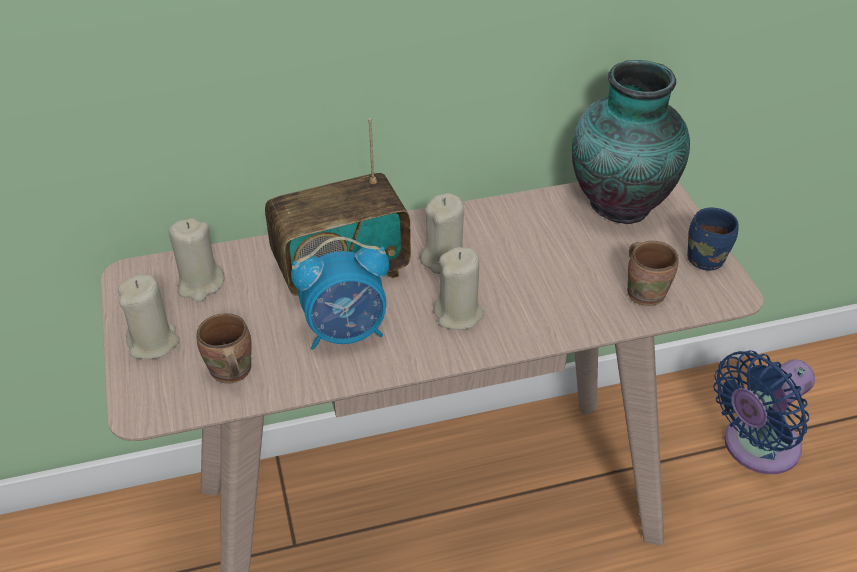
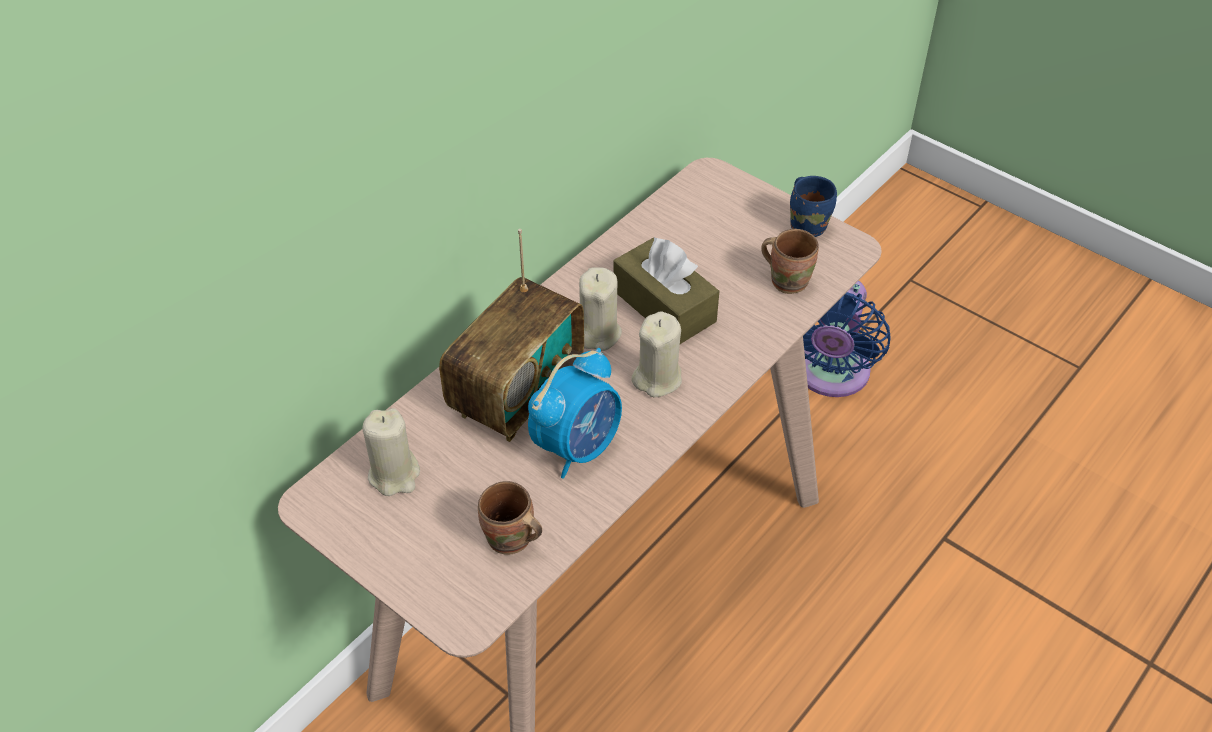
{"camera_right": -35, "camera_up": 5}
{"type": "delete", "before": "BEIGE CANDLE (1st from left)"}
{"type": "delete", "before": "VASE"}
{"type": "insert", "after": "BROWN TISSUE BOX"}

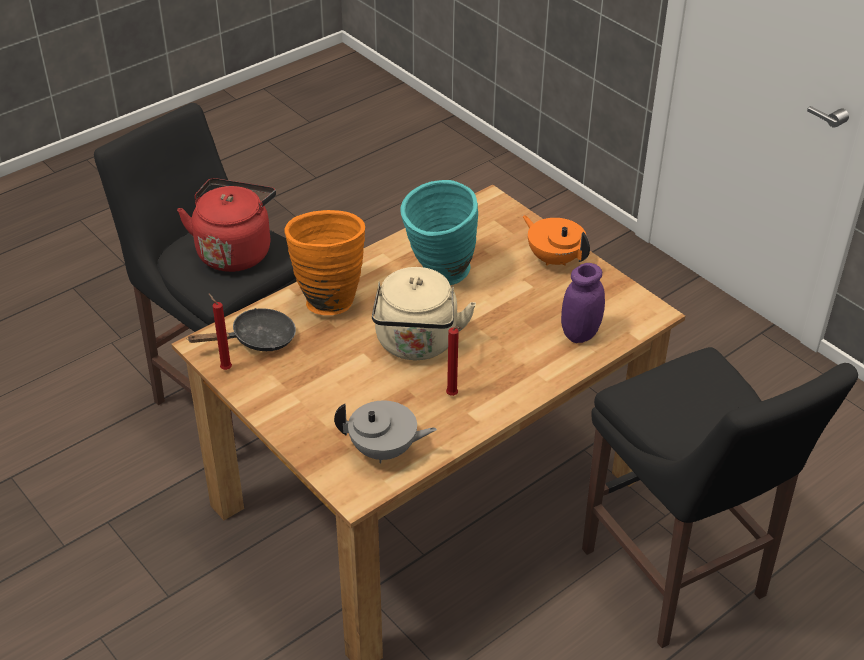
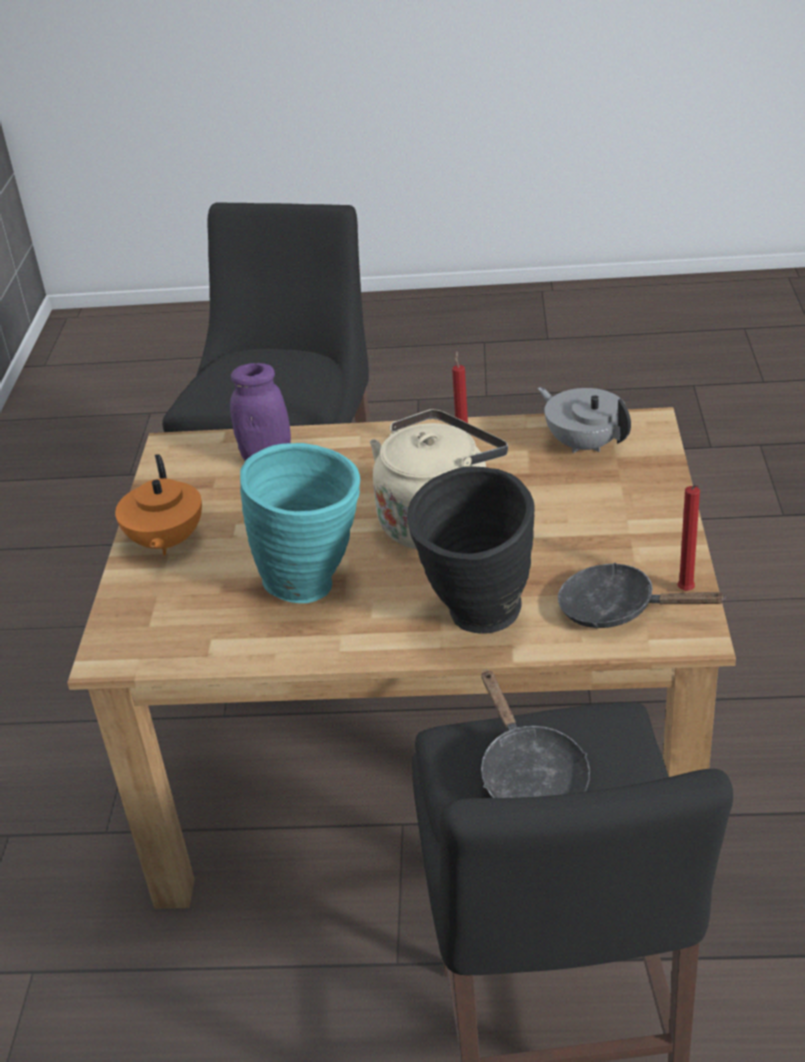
{"camera_right": -135, "camera_up": -5}
{"type": "replace", "before": "RED KETTLE", "after": "BLACK FRYING PAN (1st from left)"}
{"type": "recolor", "before": "ORANGE VASE", "after": "BLACK VASE"}

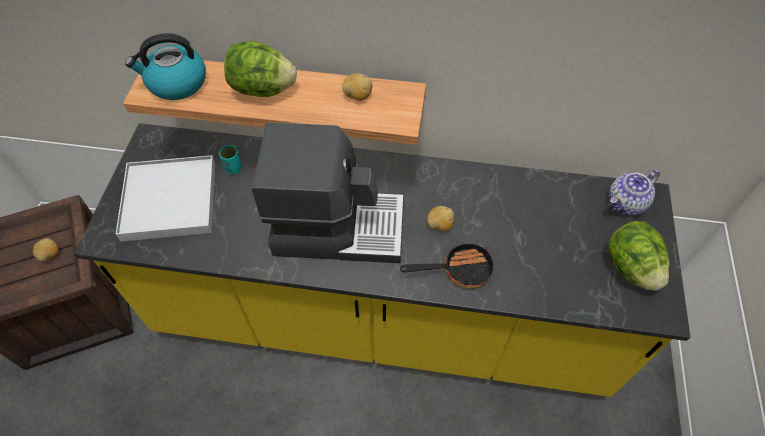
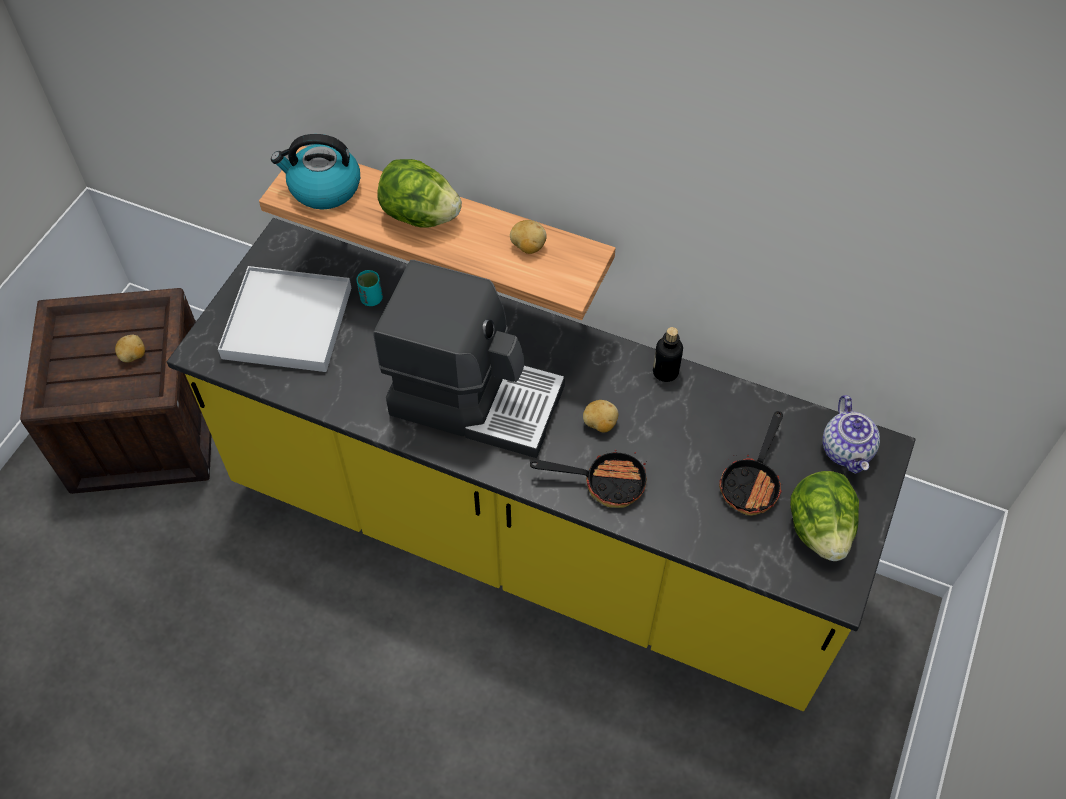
{"camera_right": 15, "camera_up": 0}
{"type": "rotate", "before": "TEAPOT", "turn": -75}
{"type": "insert", "after": "BOTTLE"}
{"type": "insert", "after": "FRYING PAN (2nd from left)"}

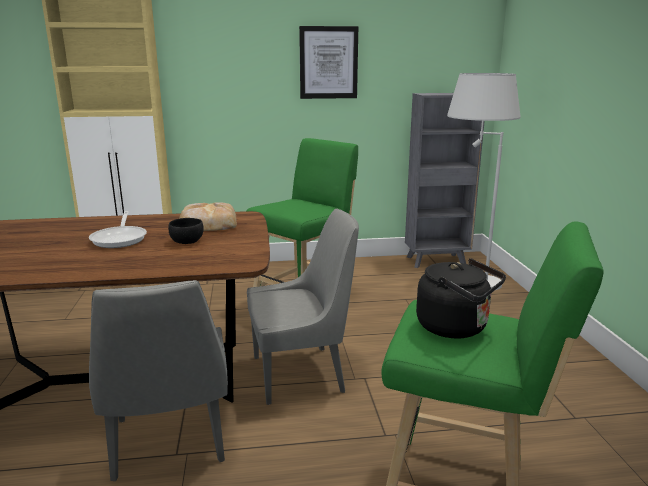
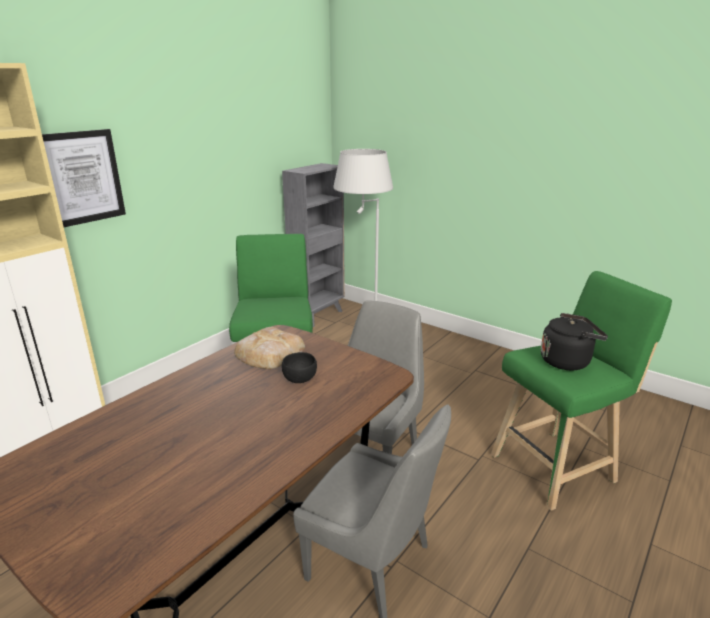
{"camera_right": -45, "camera_up": 5}
{"type": "delete", "before": "FRYING PAN"}
{"type": "move", "before": "PICTURE"}

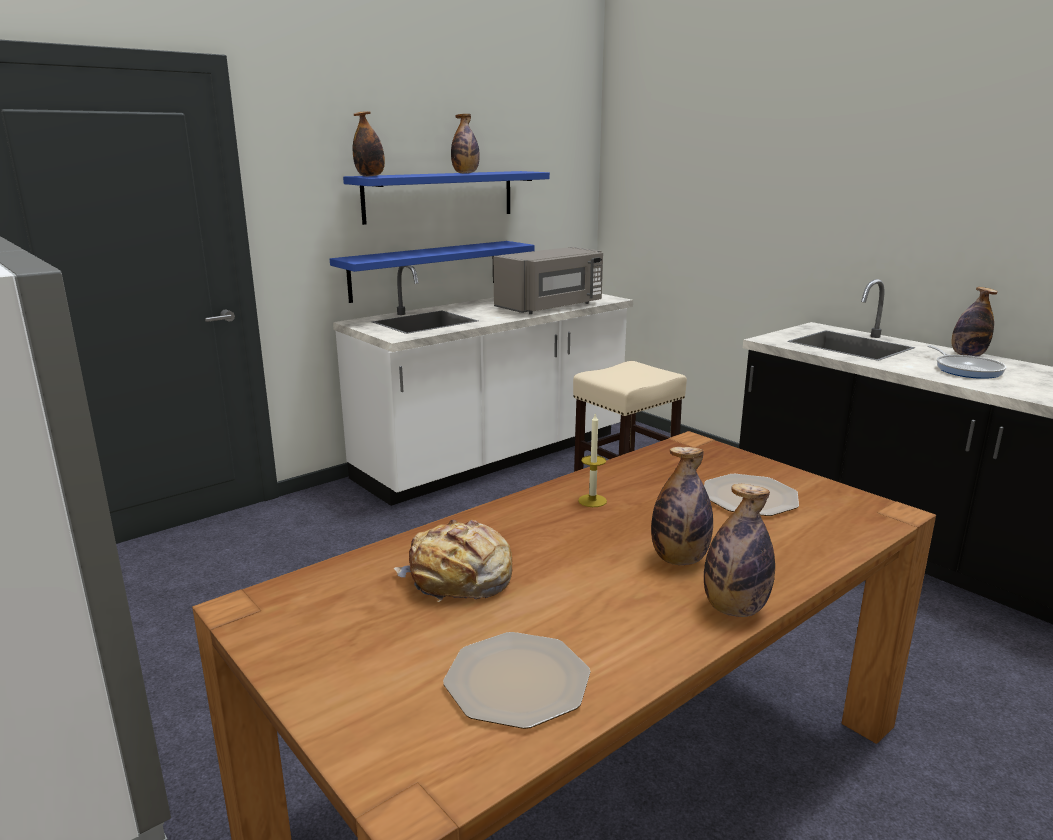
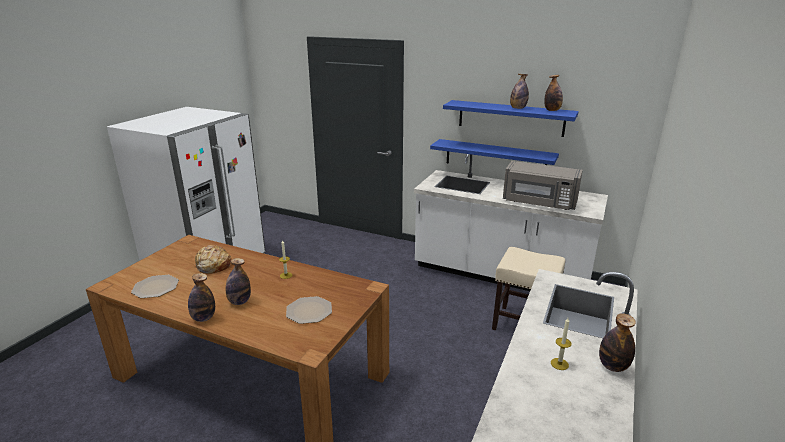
{"camera_right": 65, "camera_up": 5}
{"type": "move", "before": "BOTTLE (1st from left in the first image)", "after": "BOTTLE (4th from left)"}
{"type": "replace", "before": "FRYING PAN", "after": "CANDLE (2nd from left)"}

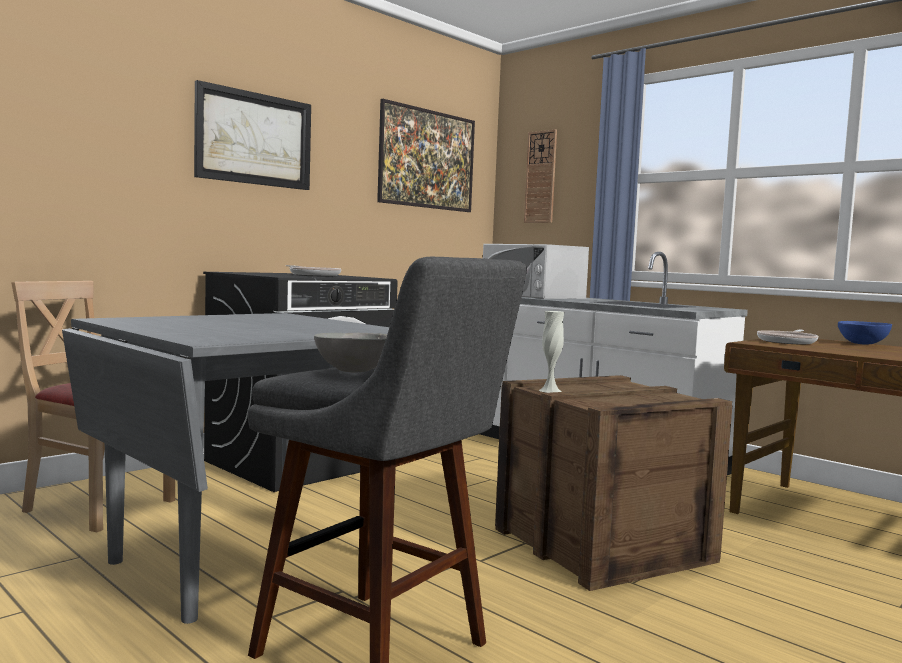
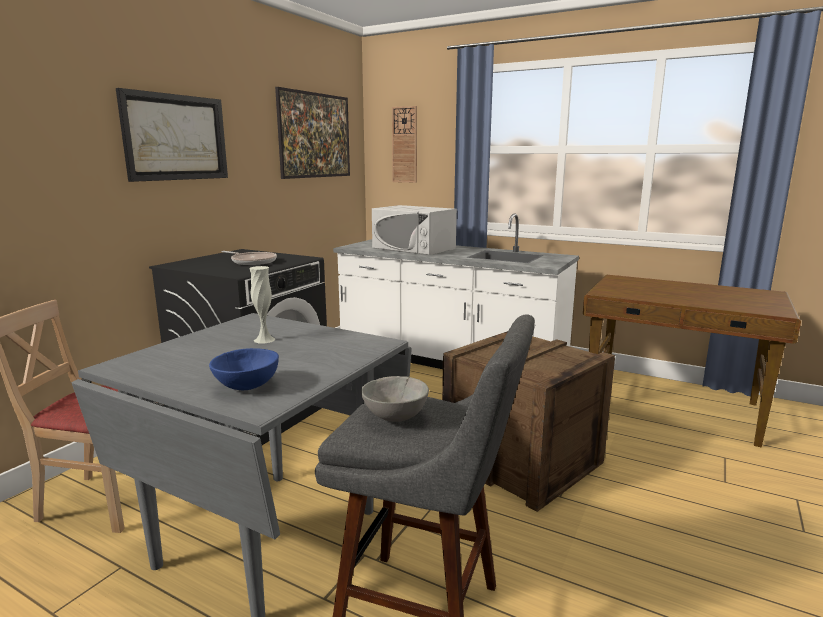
{"camera_right": -15, "camera_up": 10}
{"type": "move", "before": "WHITE VASE"}
{"type": "delete", "before": "FRYING PAN (2nd from left)"}
{"type": "move", "before": "BLUE BOWL"}

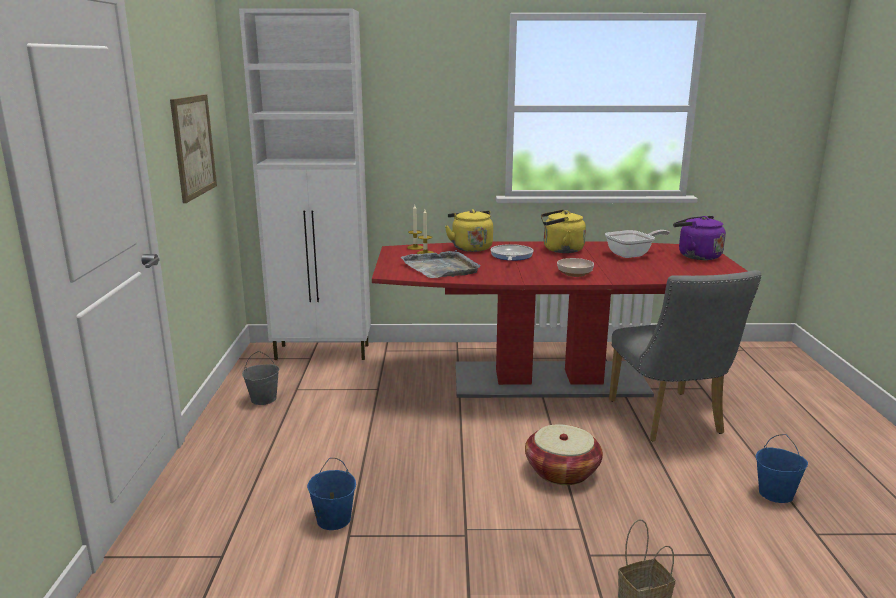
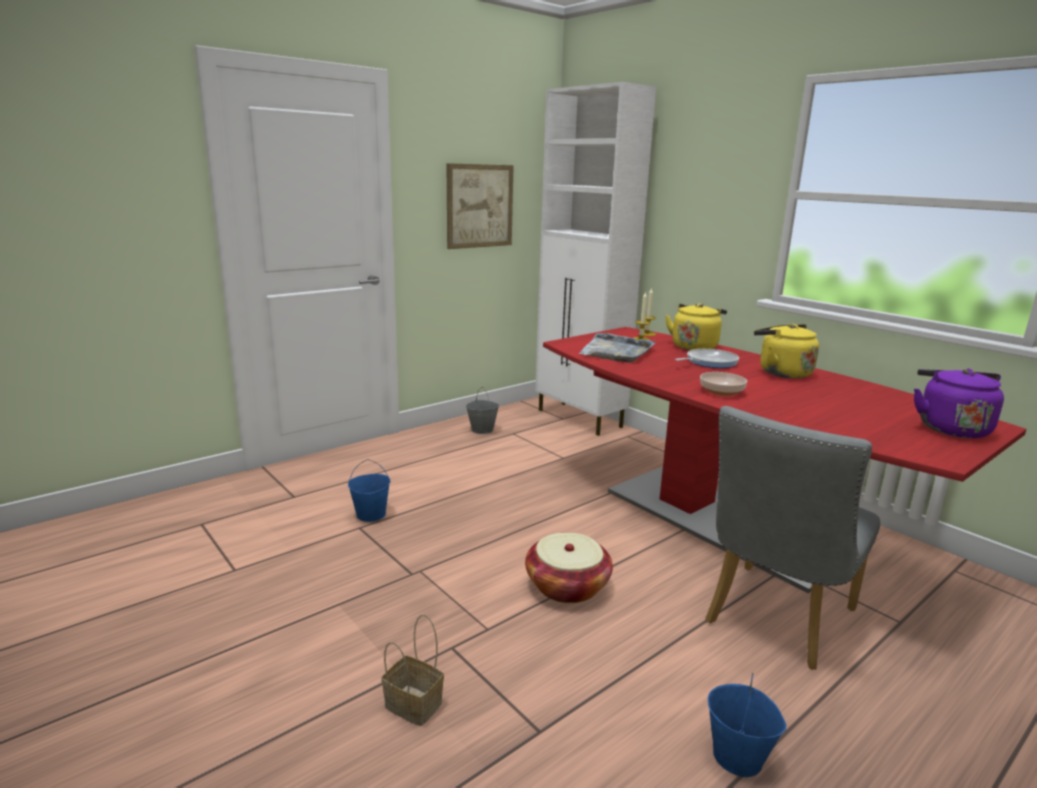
{"camera_right": 50, "camera_up": 0}
{"type": "delete", "before": "FRYING PAN (2nd from left)"}

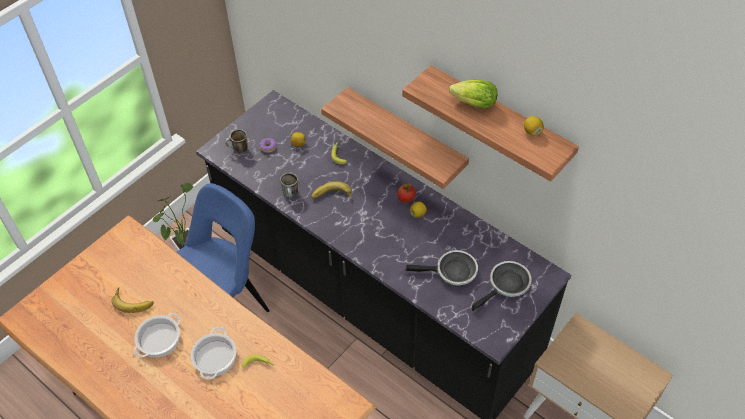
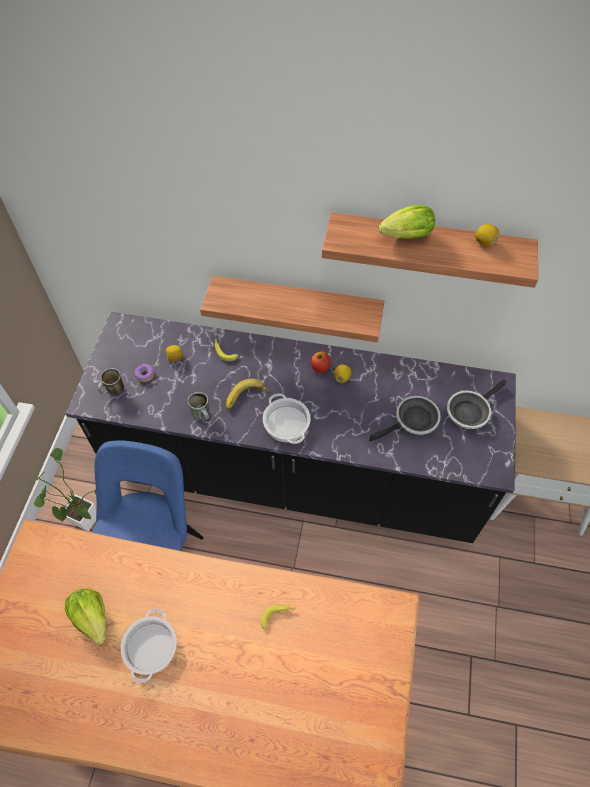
{"camera_right": -30, "camera_up": 5}
{"type": "replace", "before": "BANANA (1st from left)", "after": "LETTUCE (1st from left)"}
{"type": "move", "before": "COOKING POT (2nd from left)"}
{"type": "rotate", "before": "FRYING PAN (2nd from left)", "turn": -150}

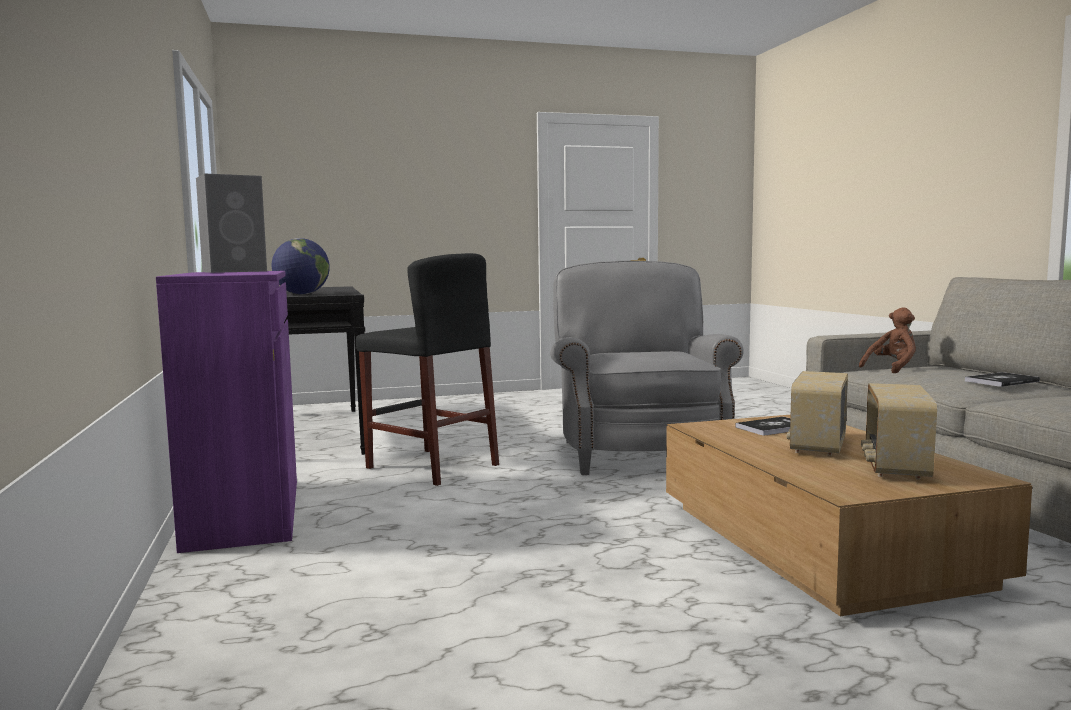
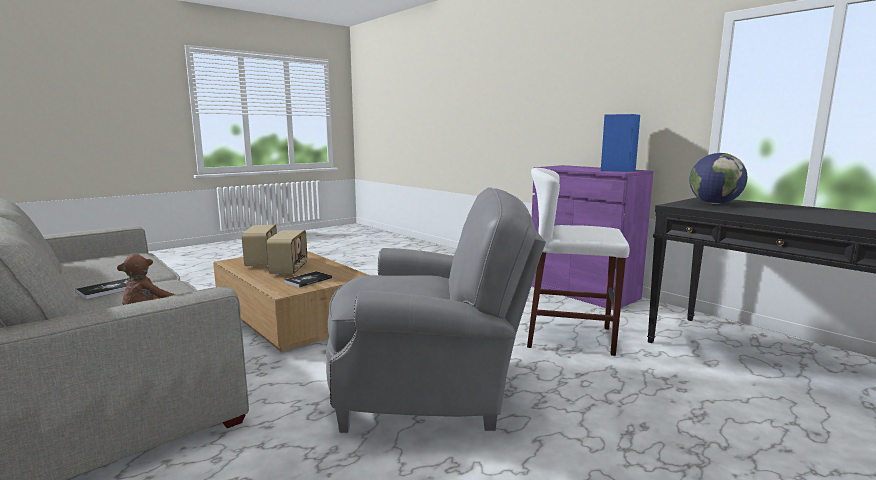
{"camera_right": 155, "camera_up": 5}
{"type": "recolor", "before": "GREY SPEAKER", "after": "BLUE SPEAKER"}
{"type": "recolor", "before": "BLACK STOOL", "after": "WHITE STOOL"}
{"type": "rotate", "before": "GREY ARMCHAIR", "turn": -60}

